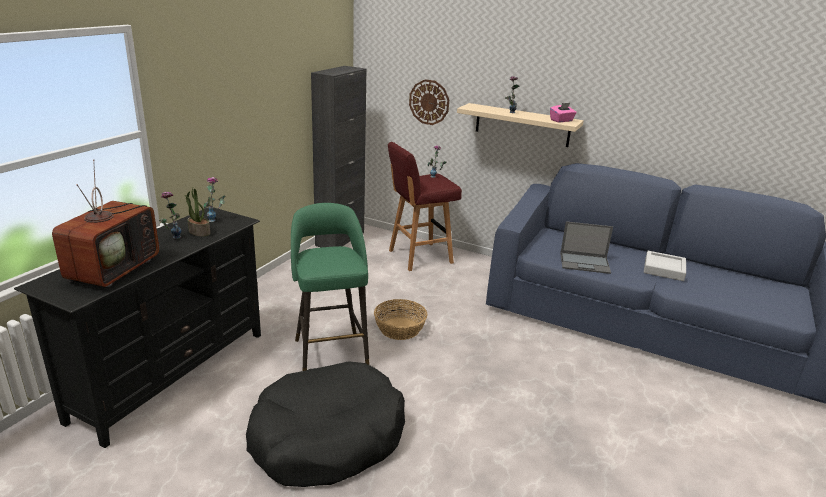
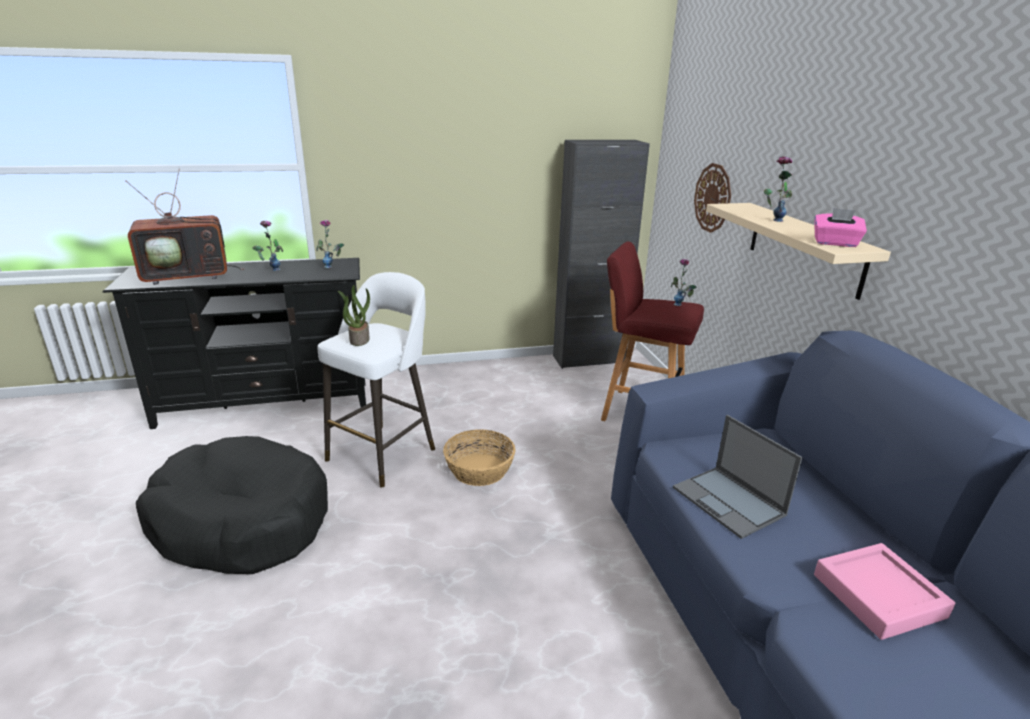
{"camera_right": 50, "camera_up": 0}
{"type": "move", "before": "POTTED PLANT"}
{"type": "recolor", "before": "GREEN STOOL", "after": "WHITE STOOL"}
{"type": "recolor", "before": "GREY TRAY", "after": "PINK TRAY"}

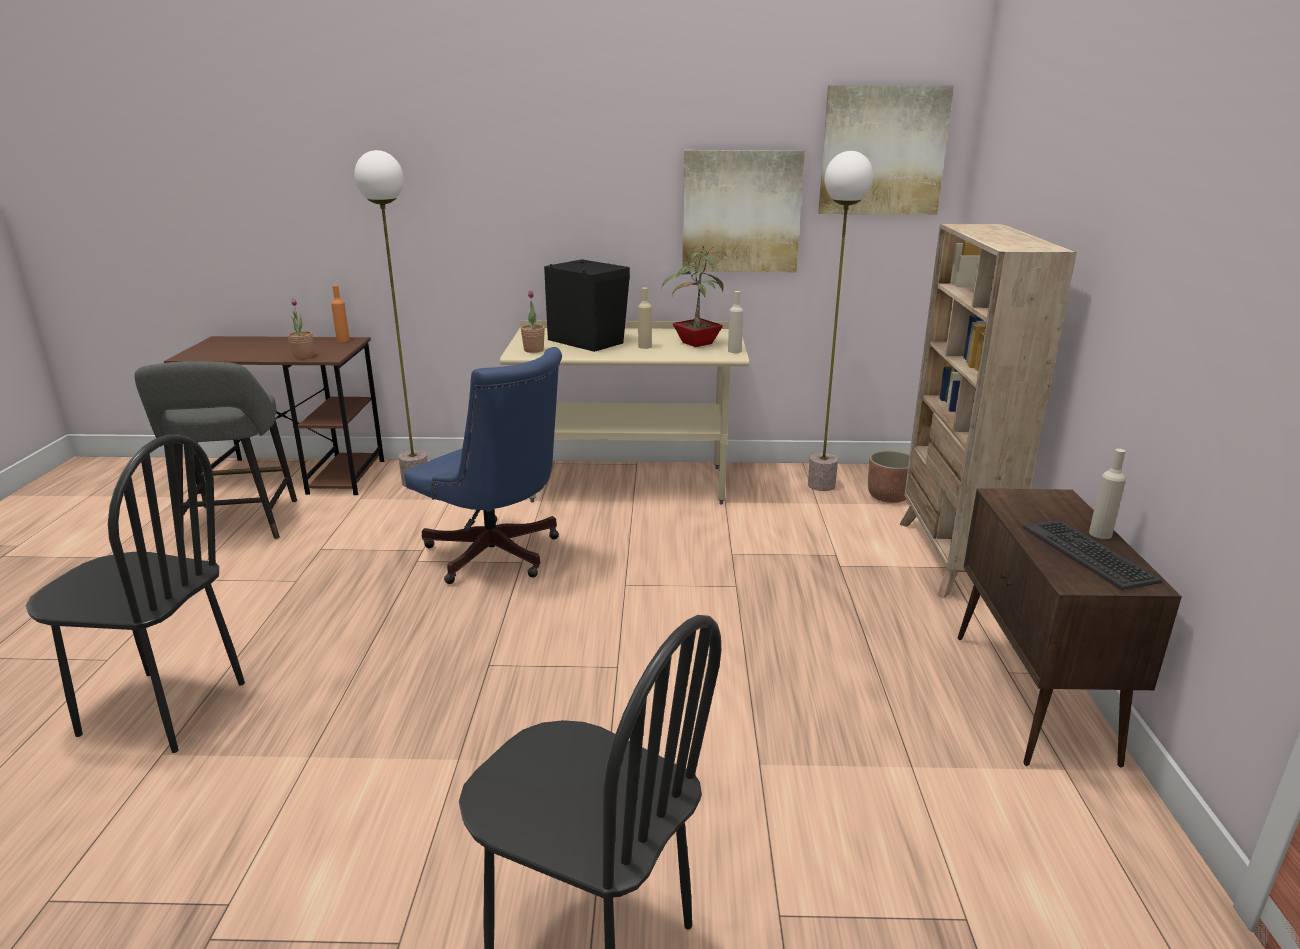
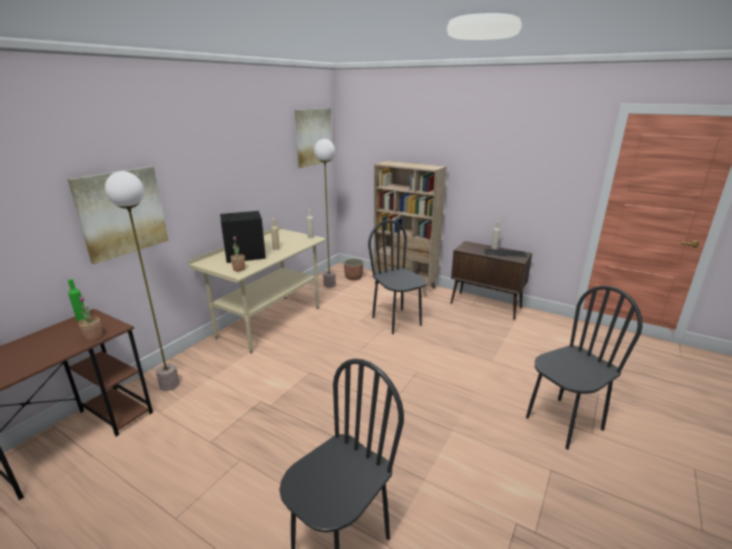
{"camera_right": -60, "camera_up": 0}
{"type": "delete", "before": "GREY STOOL"}
{"type": "recolor", "before": "ORANGE BOTTLE", "after": "GREEN BOTTLE"}
{"type": "delete", "before": "BLUE OFFICE CHAIR"}
{"type": "delete", "before": "POTTED PLANT (3rd from left)"}
{"type": "move", "before": "PICTURE (1st from left)"}
{"type": "insert", "after": "BLACK CHAIR (2nd from left)"}

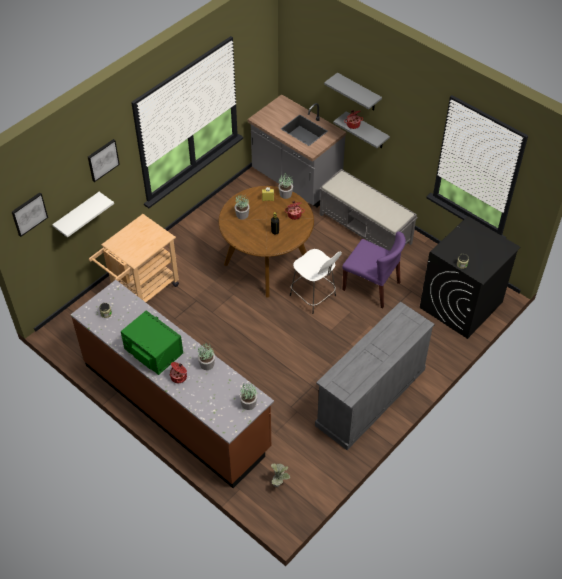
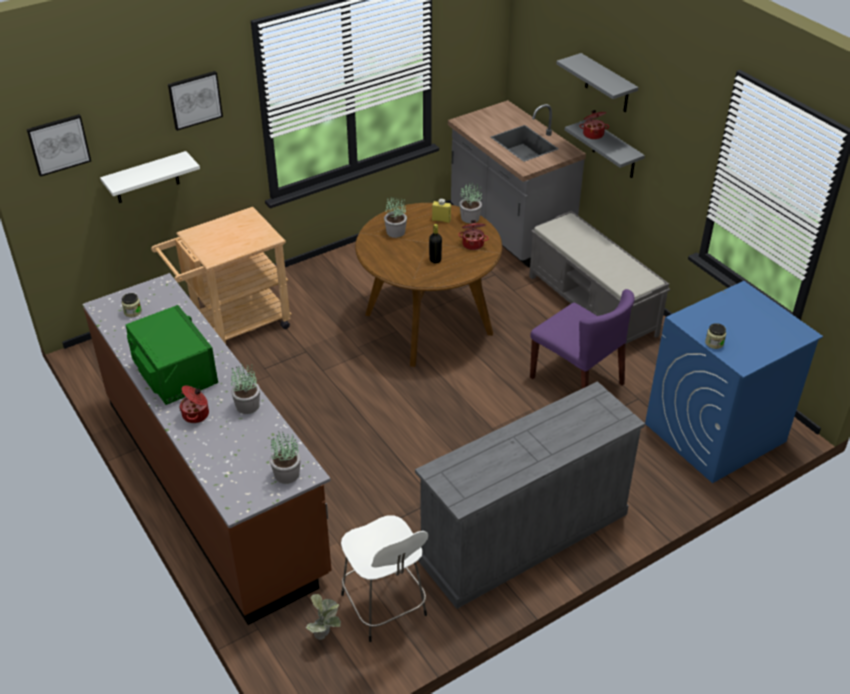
{"camera_right": 15, "camera_up": -10}
{"type": "move", "before": "WHITE STOOL"}
{"type": "recolor", "before": "BLACK WASHING MACHINE", "after": "BLUE WASHING MACHINE"}

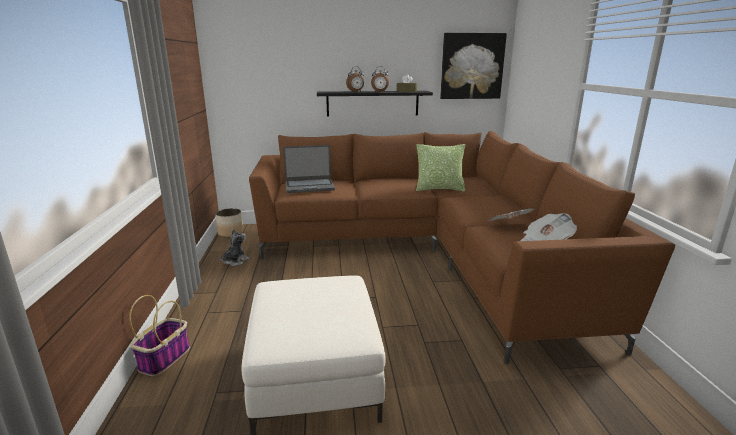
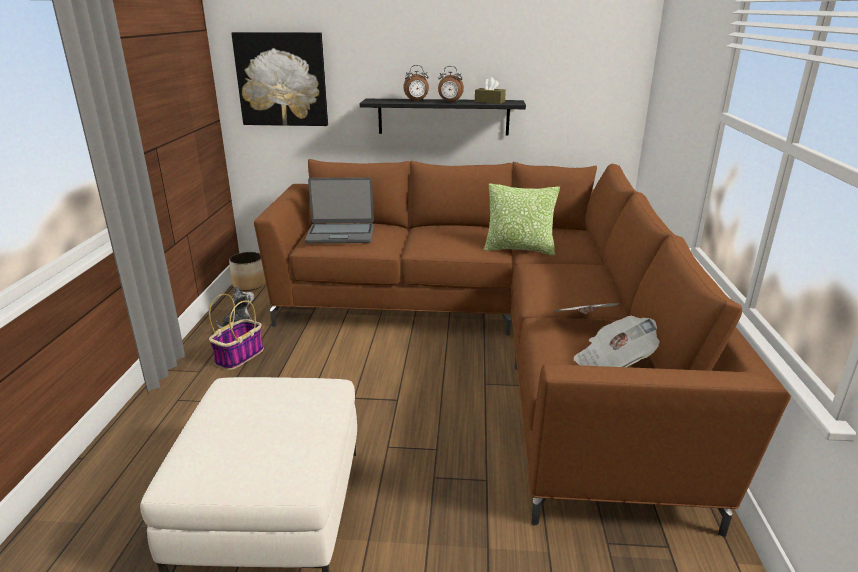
{"camera_right": 10, "camera_up": 5}
{"type": "move", "before": "BASKET"}
{"type": "move", "before": "PICTURE"}

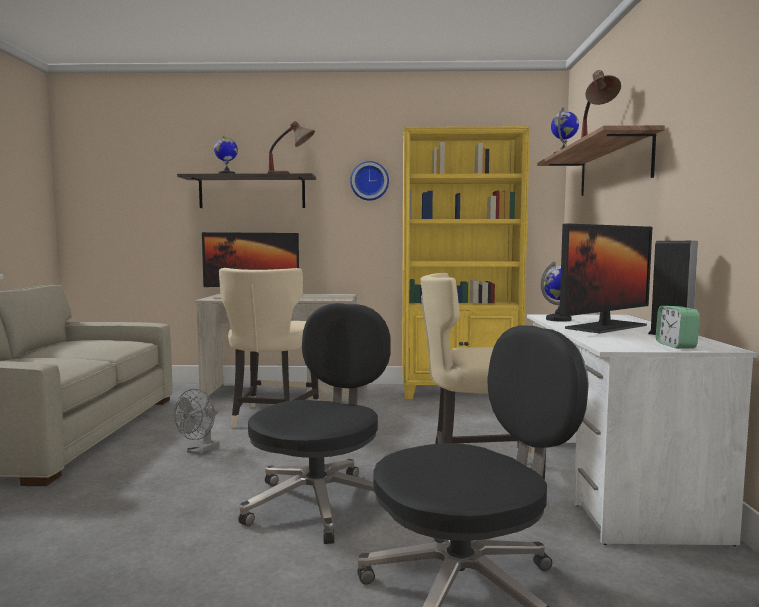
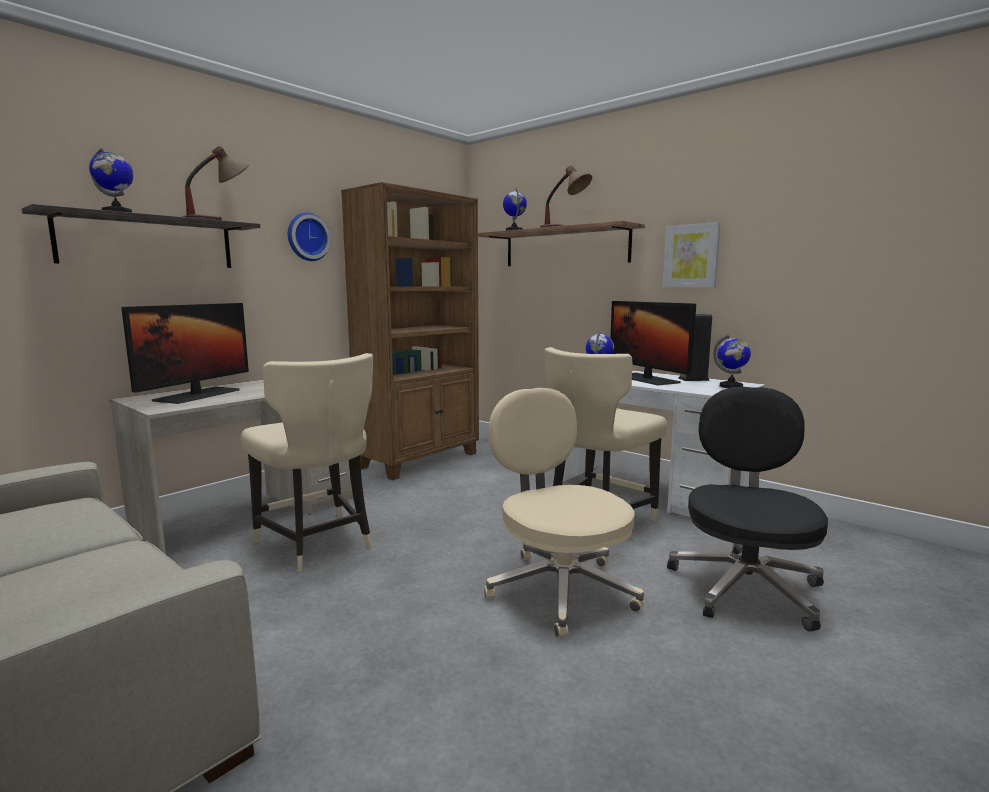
{"camera_right": -50, "camera_up": 5}
{"type": "delete", "before": "GREY FAN"}
{"type": "recolor", "before": "BLACK OFFICE CHAIR (1st from left)", "after": "BEIGE OFFICE CHAIR"}
{"type": "recolor", "before": "YELLOW BOOKCASE", "after": "BROWN BOOKCASE"}
{"type": "rotate", "before": "MONITOR (2nd from left)", "turn": 150}
{"type": "replace", "before": "ALARM CLOCK", "after": "GLOBE (4th from left)"}
{"type": "insert", "after": "PICTURE"}

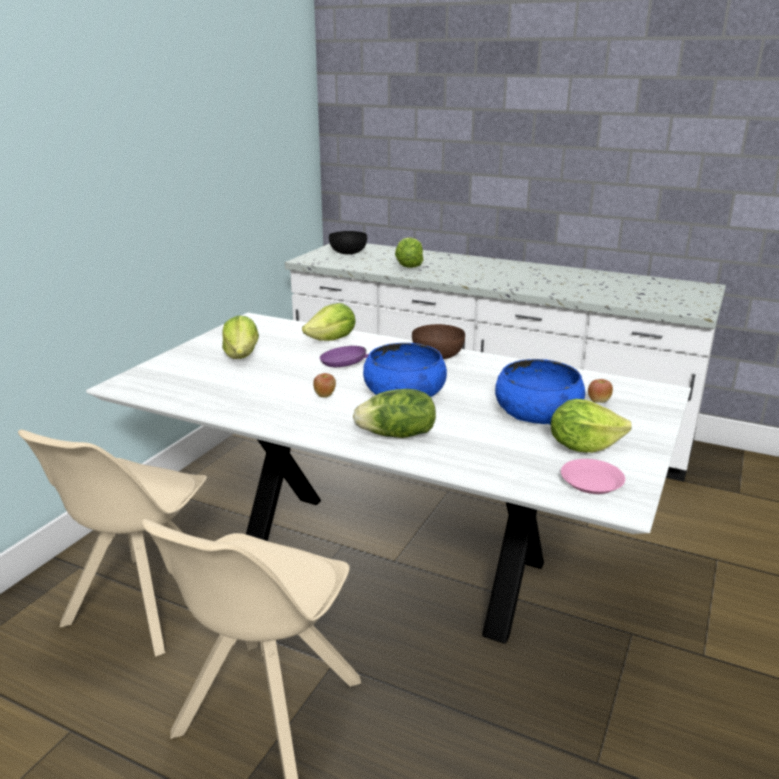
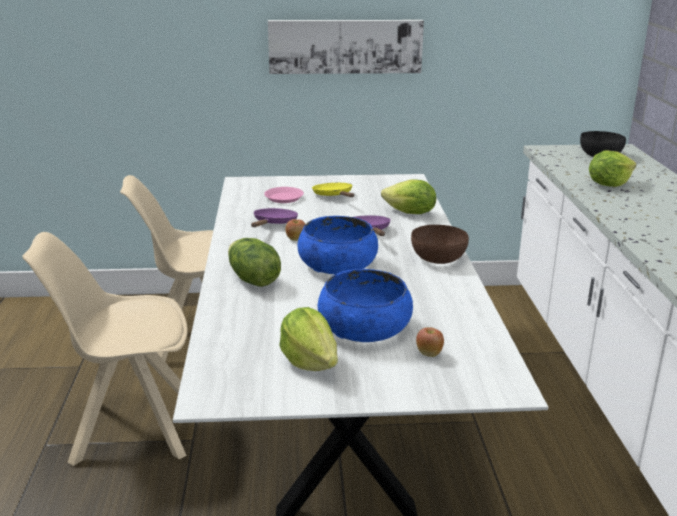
{"camera_right": 60, "camera_up": 0}
{"type": "replace", "before": "LETTUCE (1st from left)", "after": "YELLOW FRYING PAN"}
{"type": "move", "before": "PINK PLATE"}
{"type": "insert", "after": "PURPLE FRYING PAN (1st from left)"}
{"type": "insert", "after": "PICTURE"}

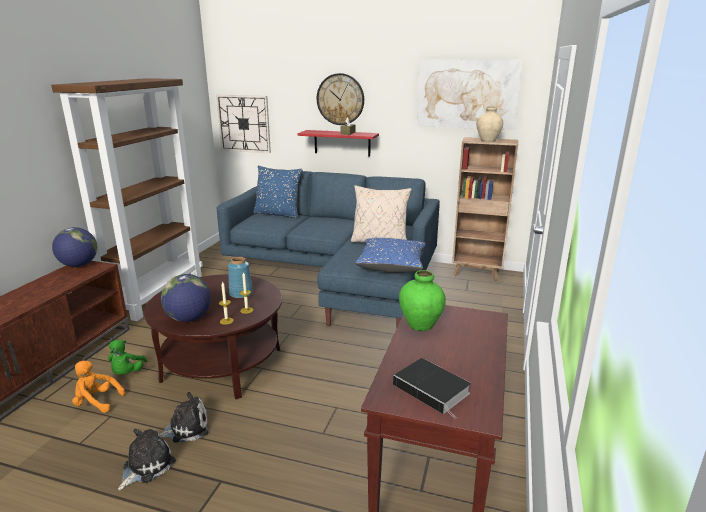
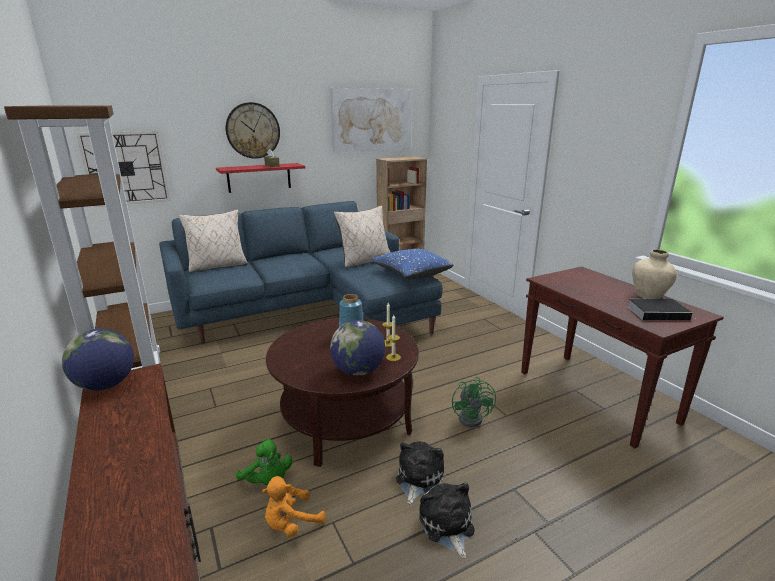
{"camera_right": -45, "camera_up": 0}
{"type": "recolor", "before": "BLUE PILLOW (1st from left)", "after": "BEIGE PILLOW (1st from left)"}
{"type": "delete", "before": "GREEN VASE"}
{"type": "move", "before": "BEIGE VASE"}
{"type": "insert", "after": "GREEN FAN"}

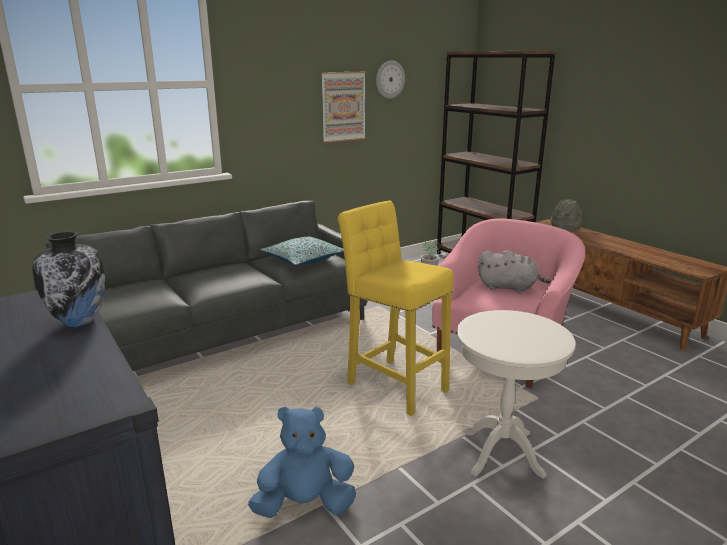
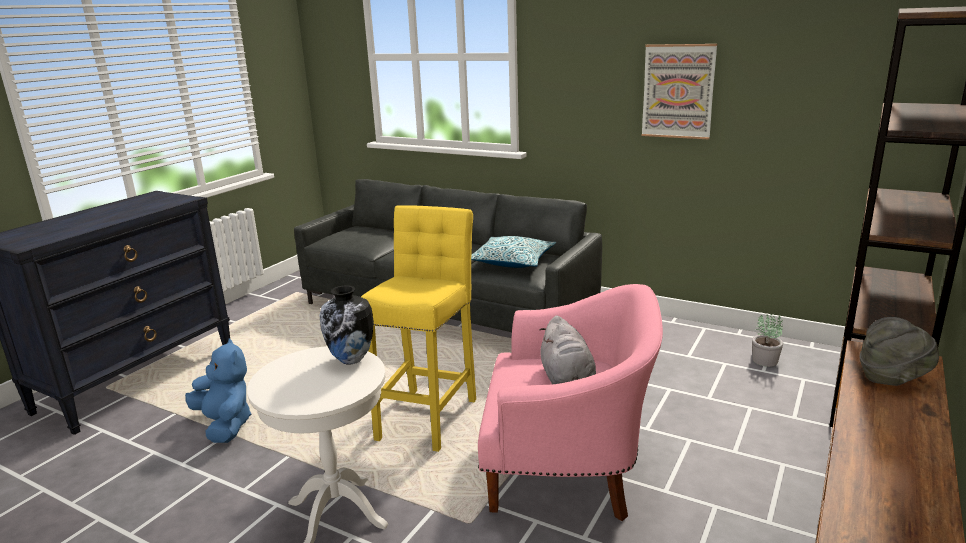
{"camera_right": 65, "camera_up": 0}
{"type": "move", "before": "VASE"}
{"type": "delete", "before": "WALL CLOCK"}

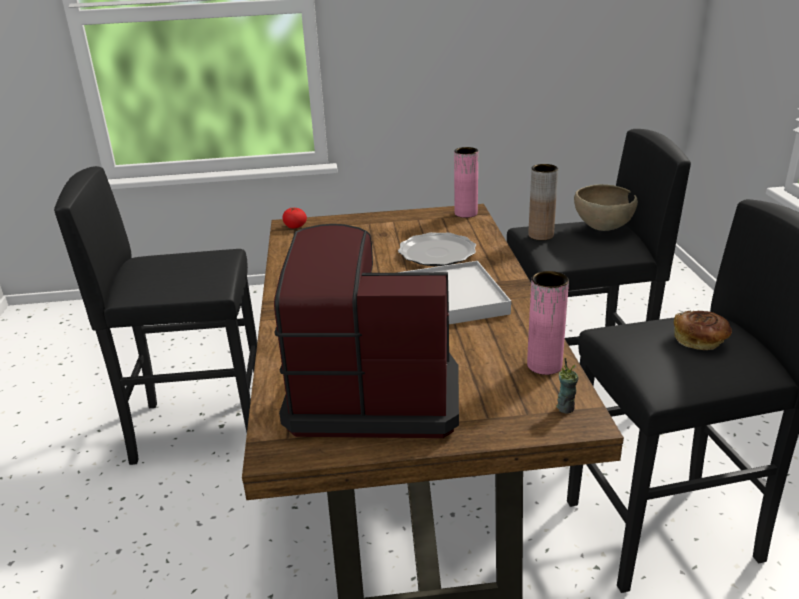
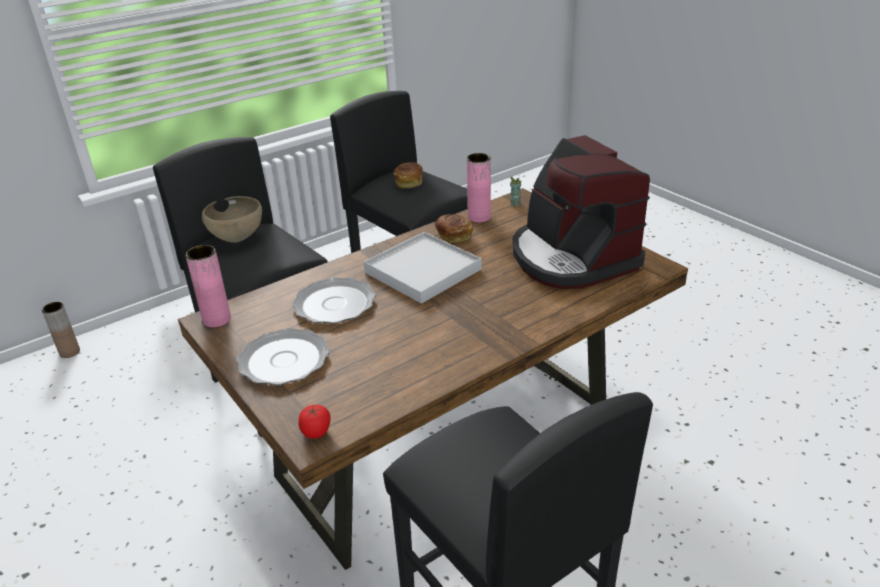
{"camera_right": -120, "camera_up": 5}
{"type": "move", "before": "BROWN VASE"}
{"type": "insert", "after": "PLATE (1st from left)"}
{"type": "insert", "after": "BREAD (2nd from left)"}

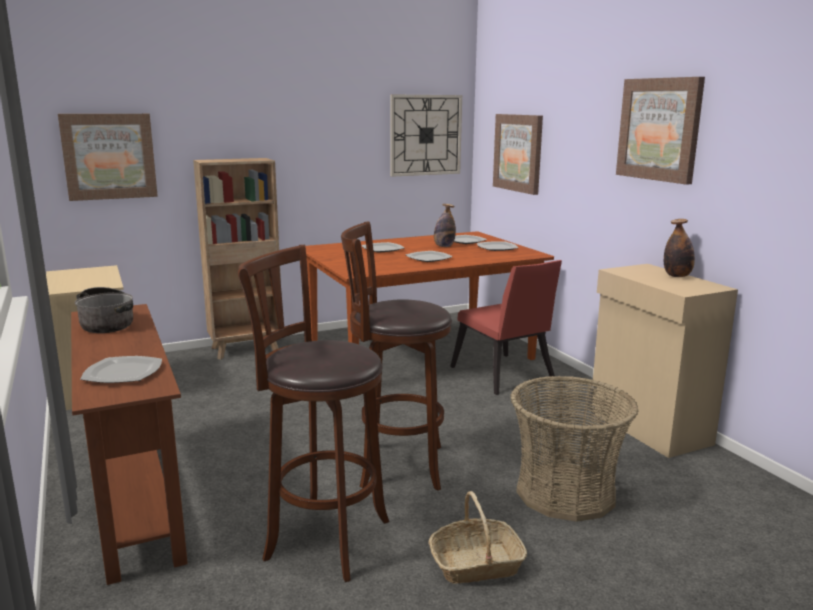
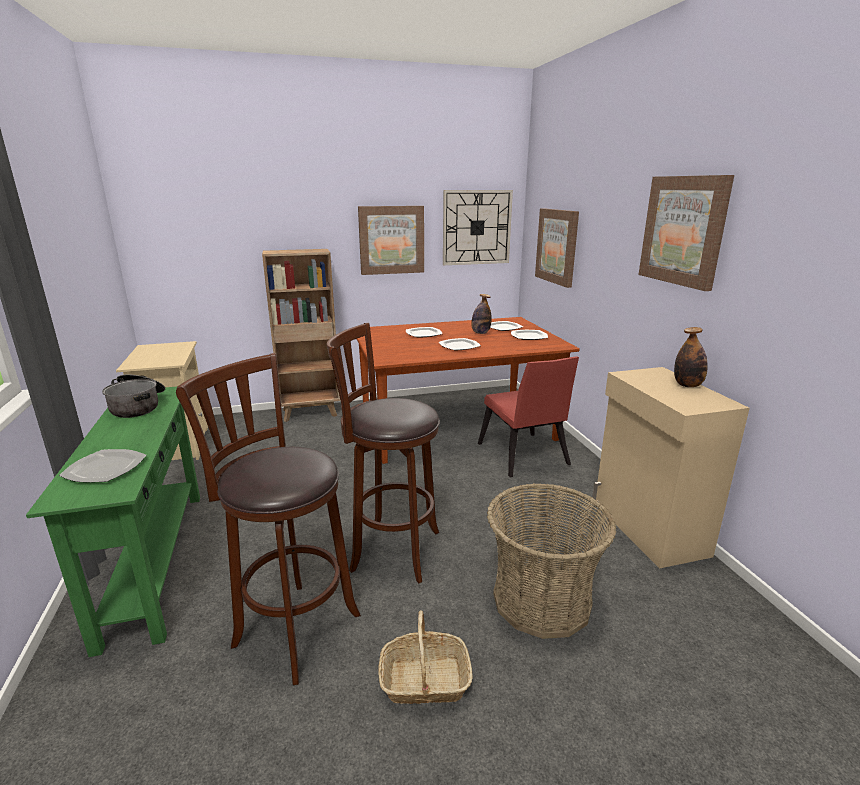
{"camera_right": 10, "camera_up": 5}
{"type": "move", "before": "PICTURE (1st from left)"}
{"type": "recolor", "before": "BROWN CONSOLE TABLE", "after": "GREEN CONSOLE TABLE"}

